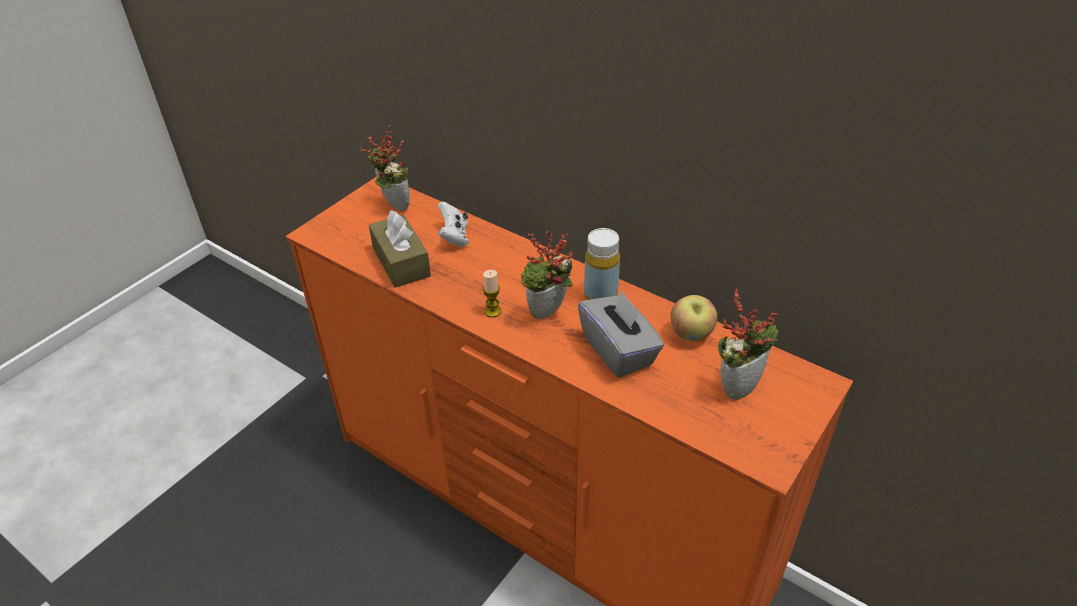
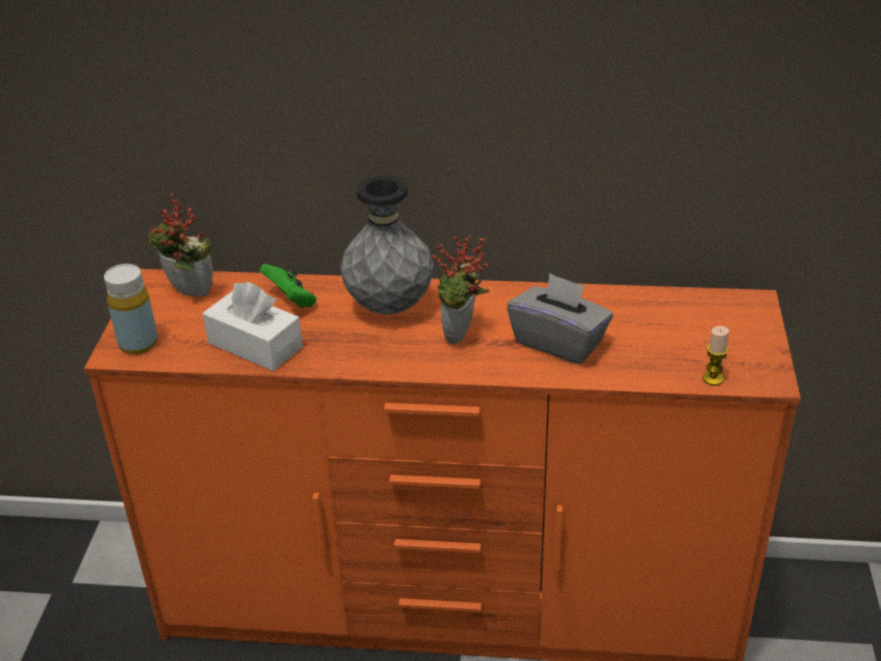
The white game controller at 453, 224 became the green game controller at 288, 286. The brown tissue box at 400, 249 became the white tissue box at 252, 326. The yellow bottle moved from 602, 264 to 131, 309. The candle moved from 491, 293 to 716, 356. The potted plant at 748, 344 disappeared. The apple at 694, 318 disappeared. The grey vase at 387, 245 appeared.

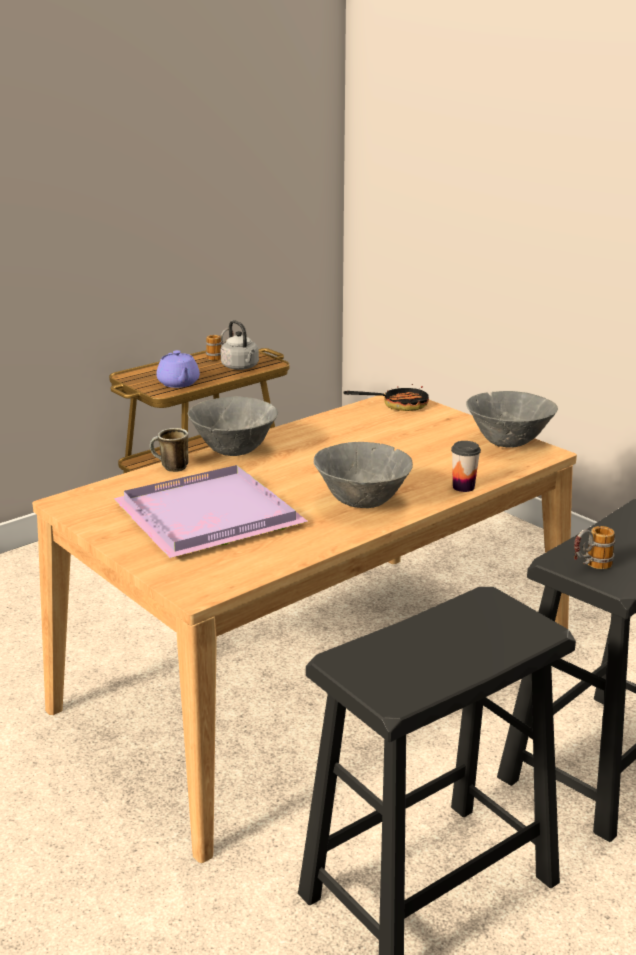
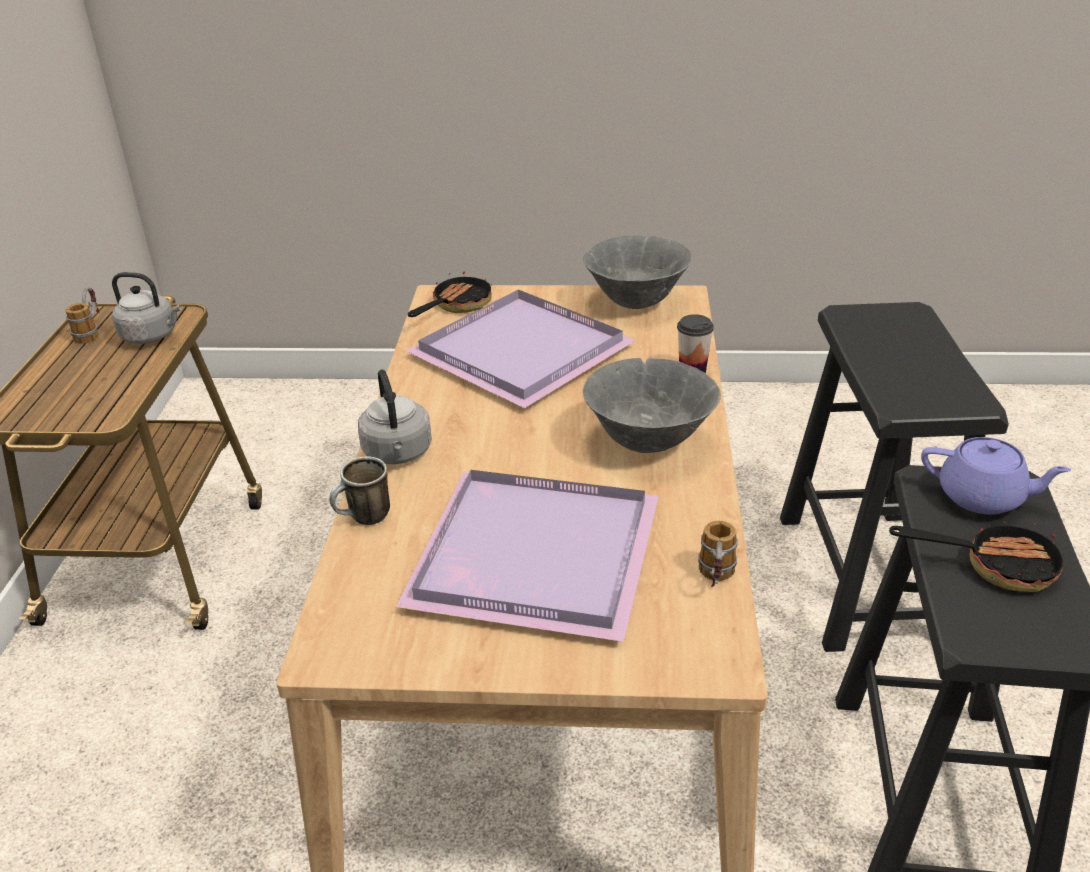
The purple teapot moved from 178, 369 to 996, 475. The grey bowl at 233, 426 was replaced by the grey kettle at 395, 416. The mug moved from 594, 547 to 718, 554. The purple tray at 521, 349 appeared. The frying pan at 976, 556 appeared.

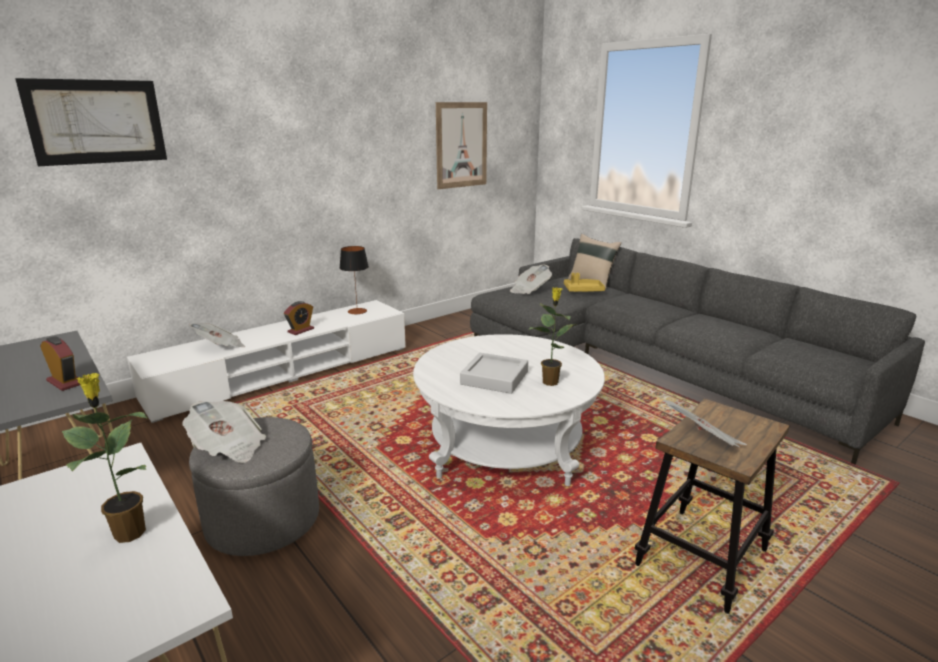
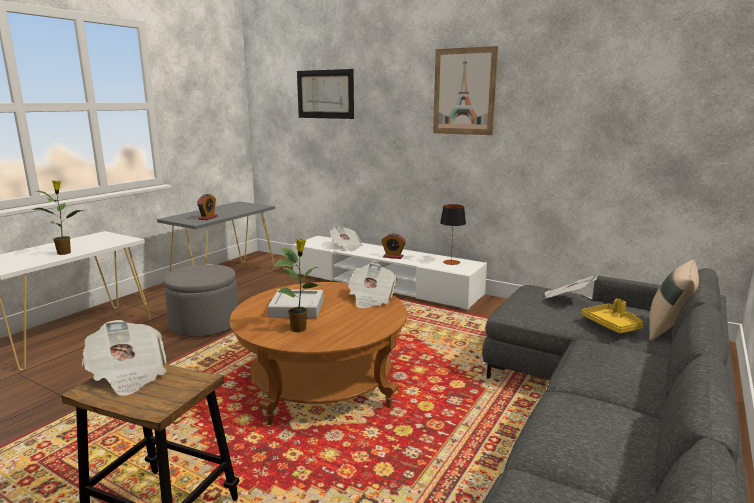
The picture moved from 461, 145 to 465, 90. The white coffee table at 509, 410 became the brown coffee table at 318, 353. The newspaper moved from 224, 432 to 372, 285.

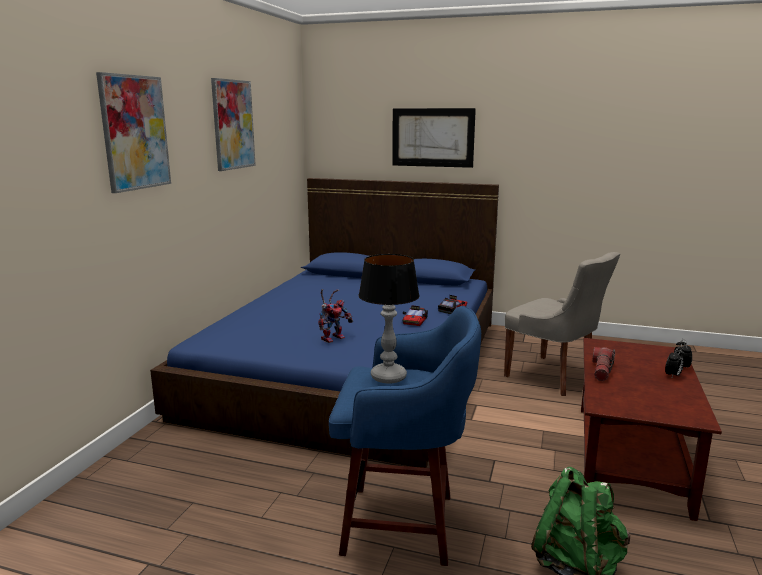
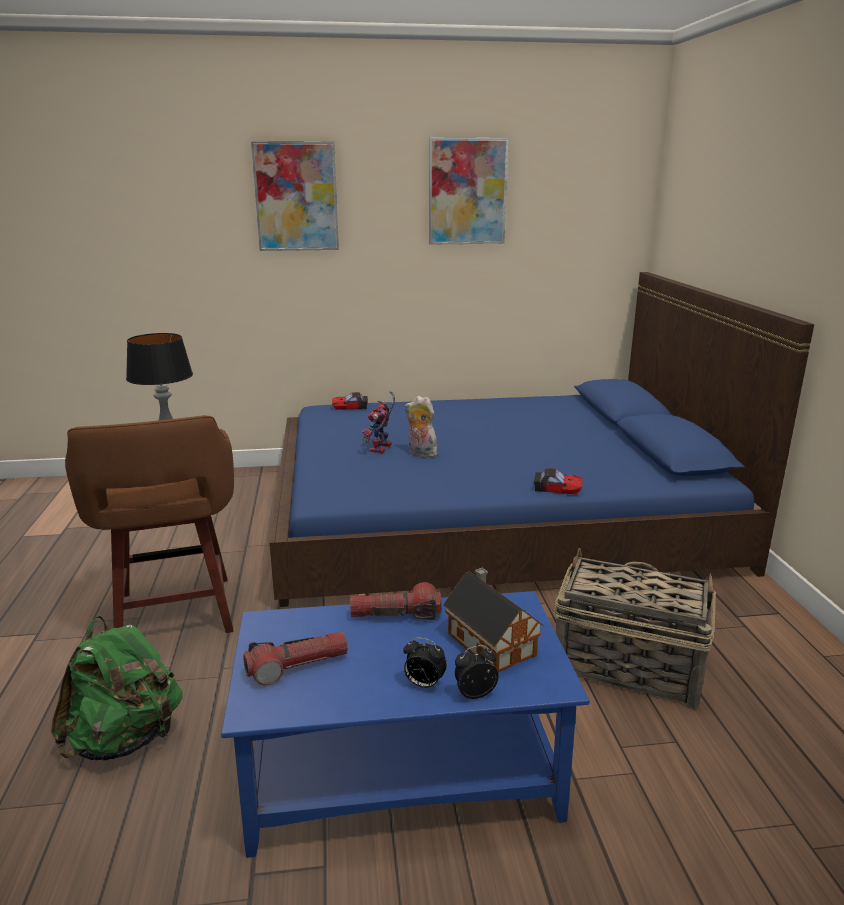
The picture at 434, 138 disappeared. The grey chair at 562, 324 was replaced by the basket at 635, 629. The toy robot at 335, 316 turned 90 degrees clockwise. The toy car moved from 415, 315 to 350, 401. The blue stool at 405, 436 became the brown stool at 149, 524. The brown coffee table at 651, 429 became the blue coffee table at 405, 724. The plush toy at 421, 427 appeared. The toy house at 493, 621 appeared. The flashlight at 295, 658 appeared.

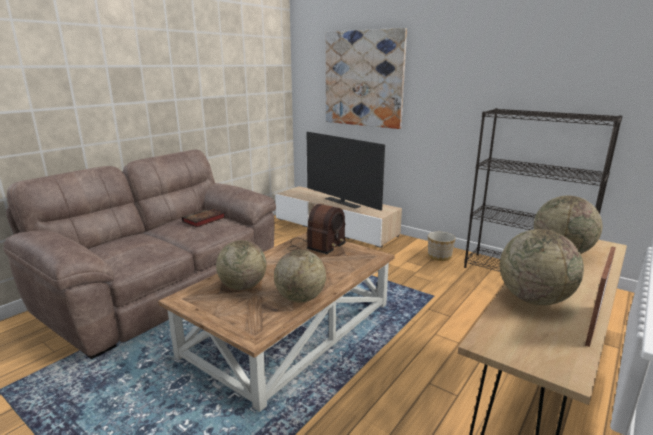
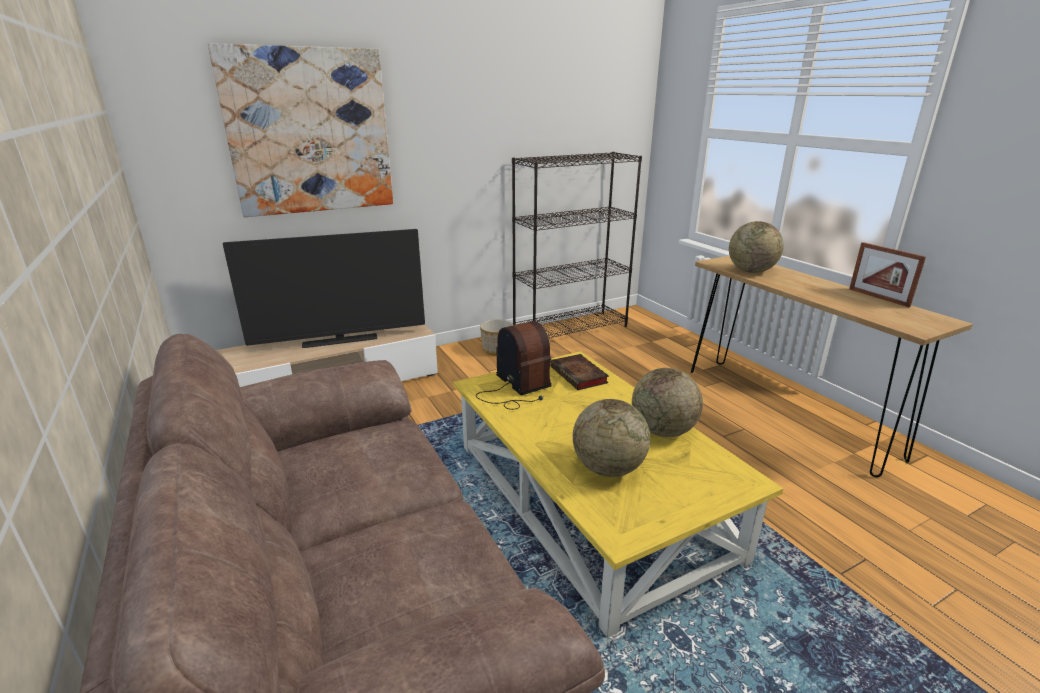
The book moved from 204, 218 to 579, 372. The globe at 542, 267 disappeared. The brown coffee table at 276, 322 became the yellow coffee table at 618, 494.

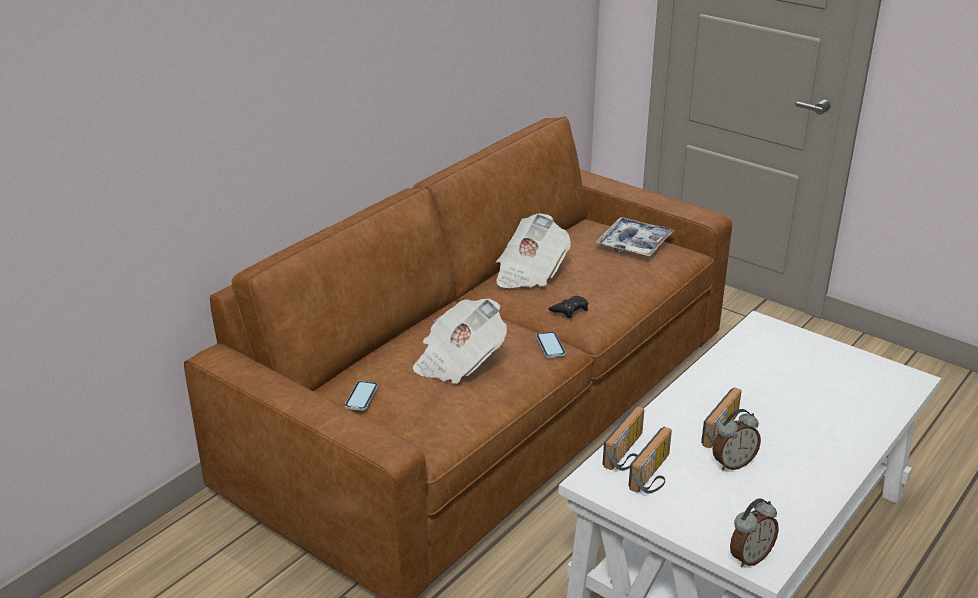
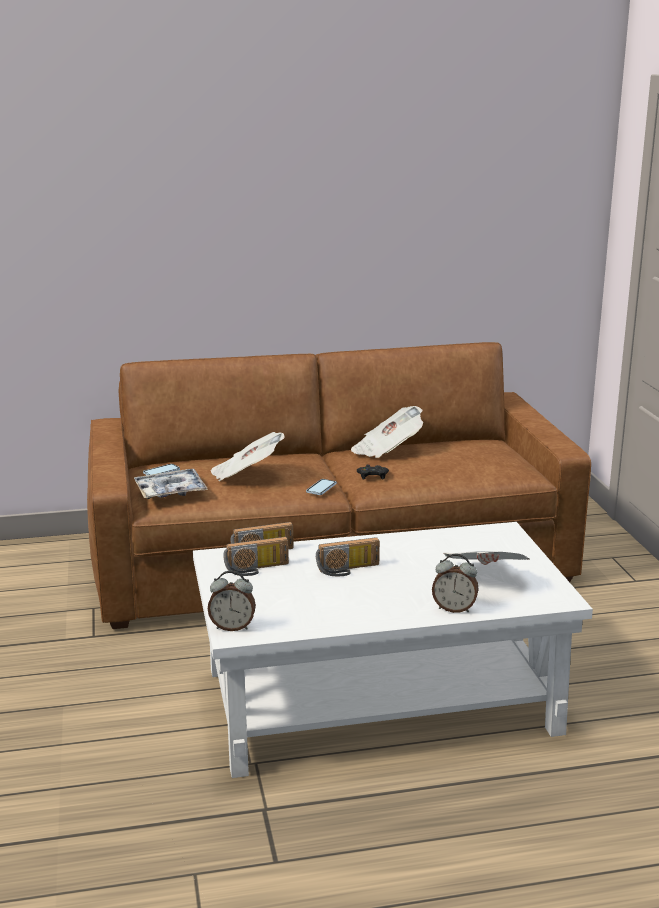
The tray moved from 635, 236 to 171, 484. The alarm clock moved from 736, 439 to 455, 583. The newspaper at 486, 558 appeared.

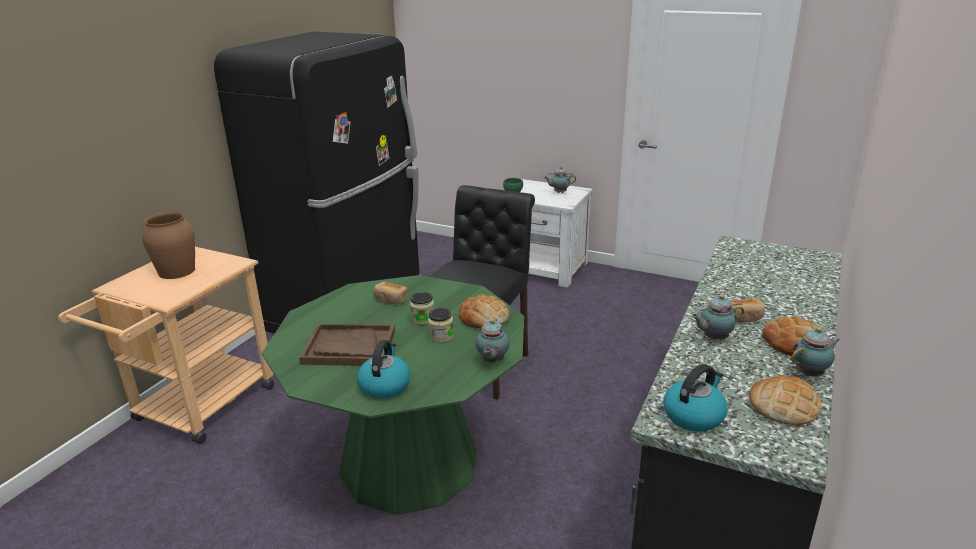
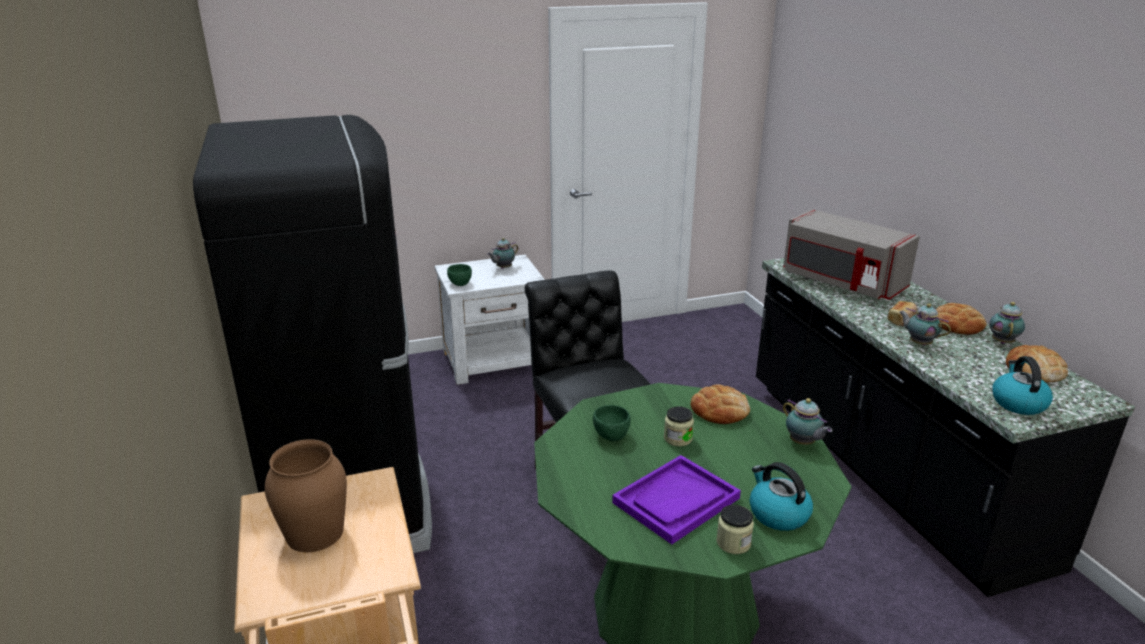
The bread at 390, 293 was replaced by the green bowl at 612, 423. The teapot at 717, 317 turned 105 degrees clockwise. The jar moved from 441, 325 to 735, 529. The brown tray at 347, 345 became the purple tray at 676, 499. The grey microwave at 851, 254 appeared.

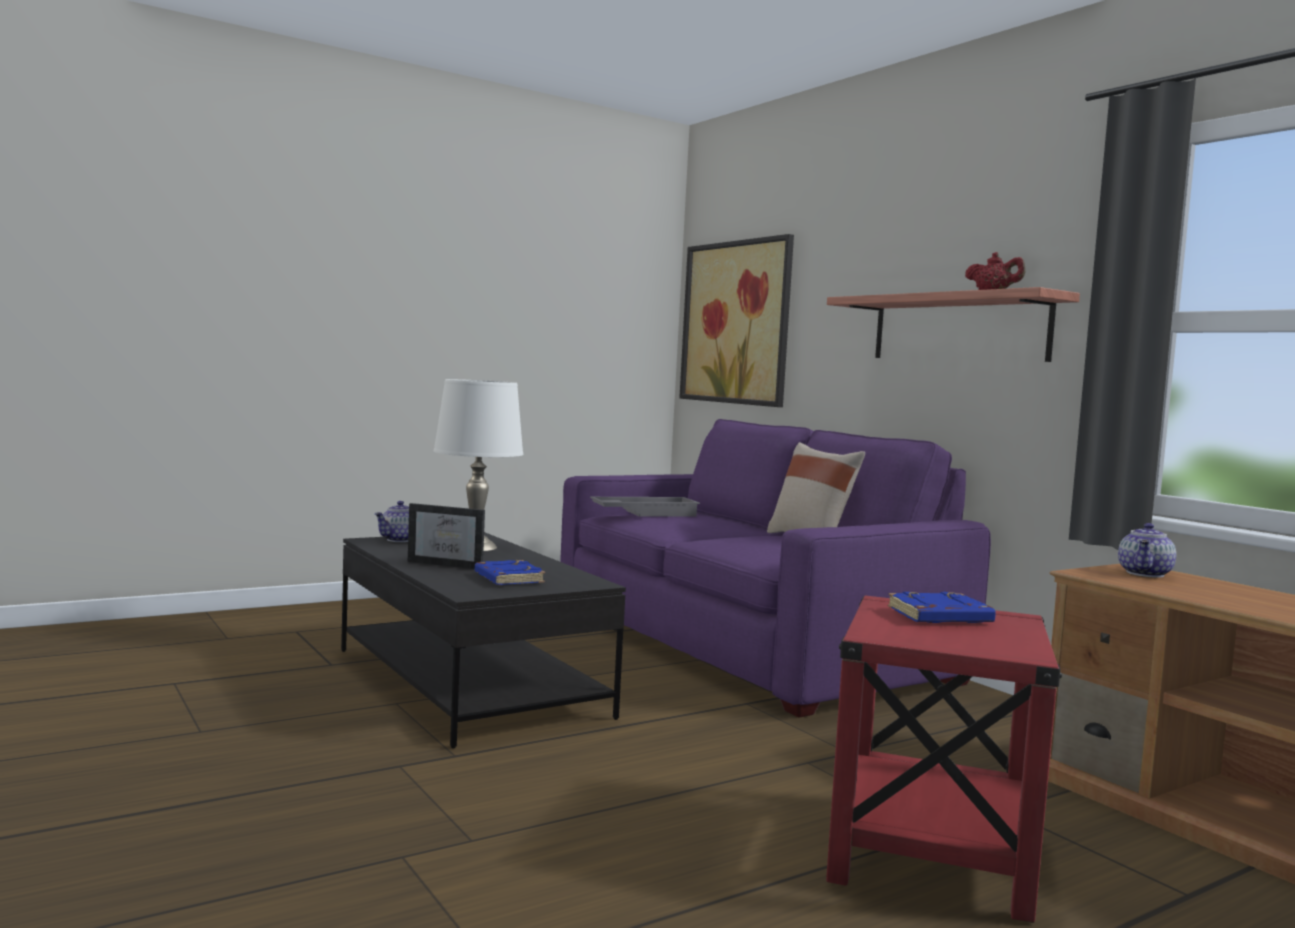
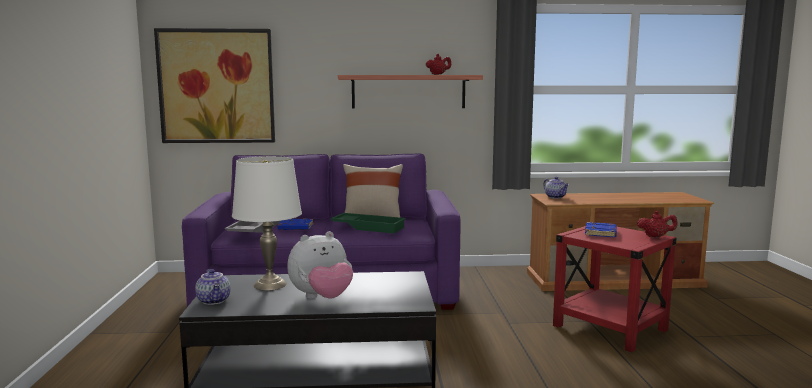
The picture frame at 446, 536 was replaced by the plush toy at 320, 265. The blue book moved from 510, 572 to 295, 224. The red teapot at 657, 224 appeared. The green tray at 368, 223 appeared.

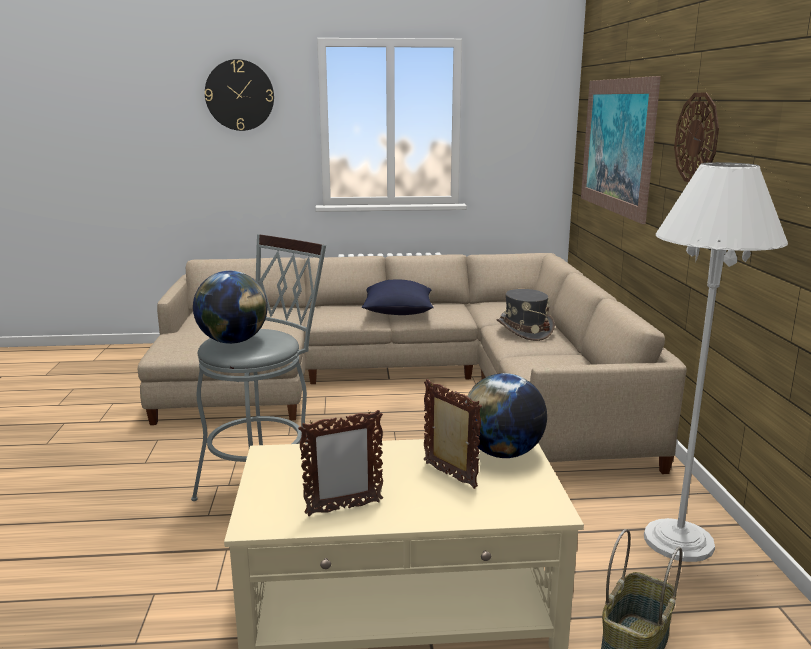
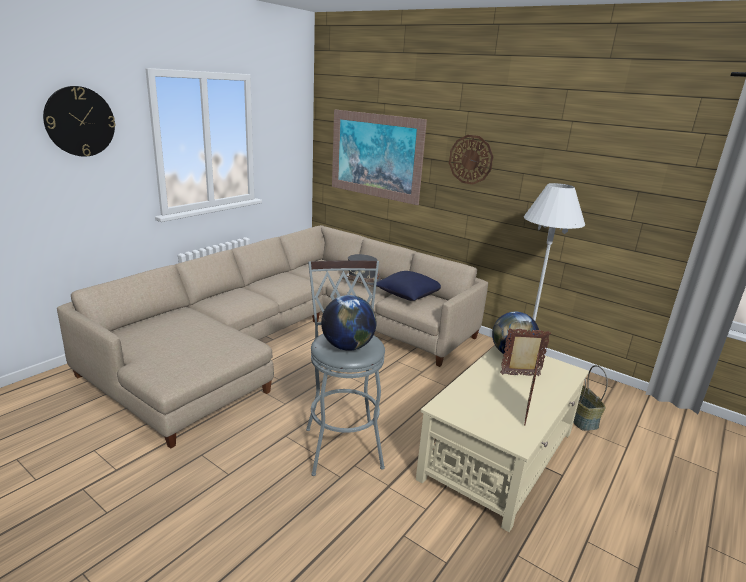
The blue pillow moved from 398, 297 to 408, 286.

